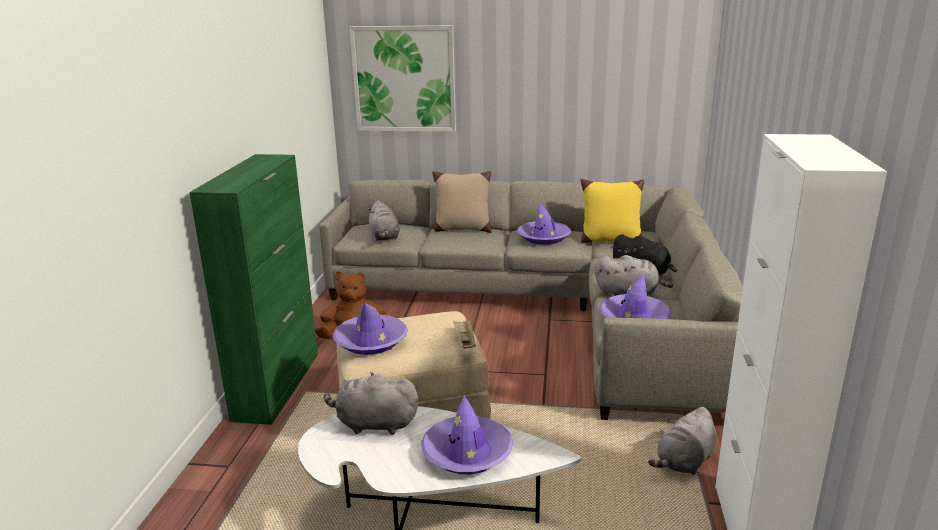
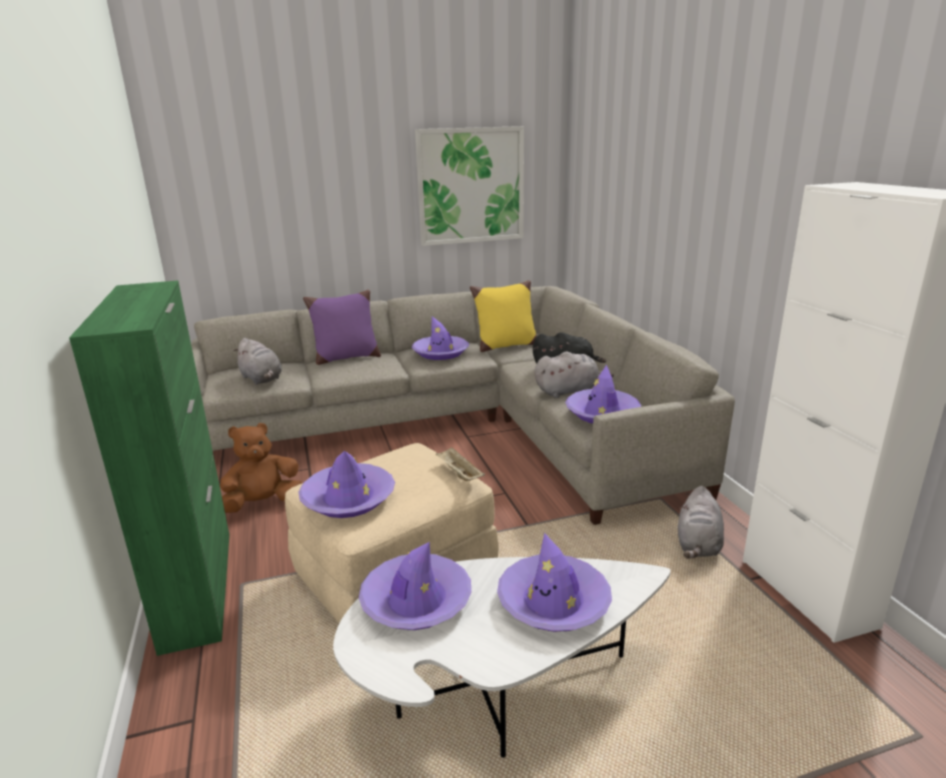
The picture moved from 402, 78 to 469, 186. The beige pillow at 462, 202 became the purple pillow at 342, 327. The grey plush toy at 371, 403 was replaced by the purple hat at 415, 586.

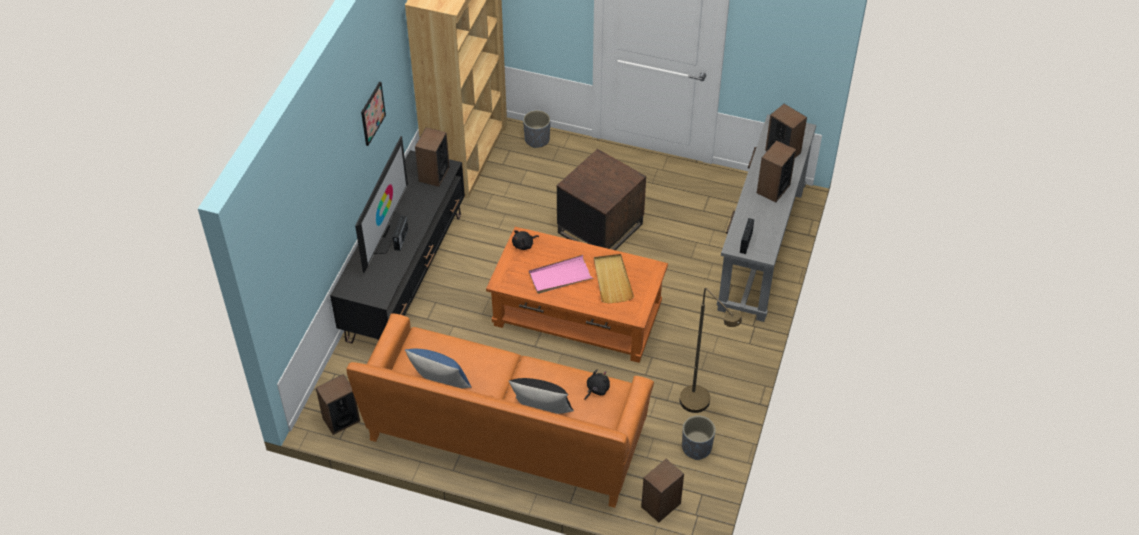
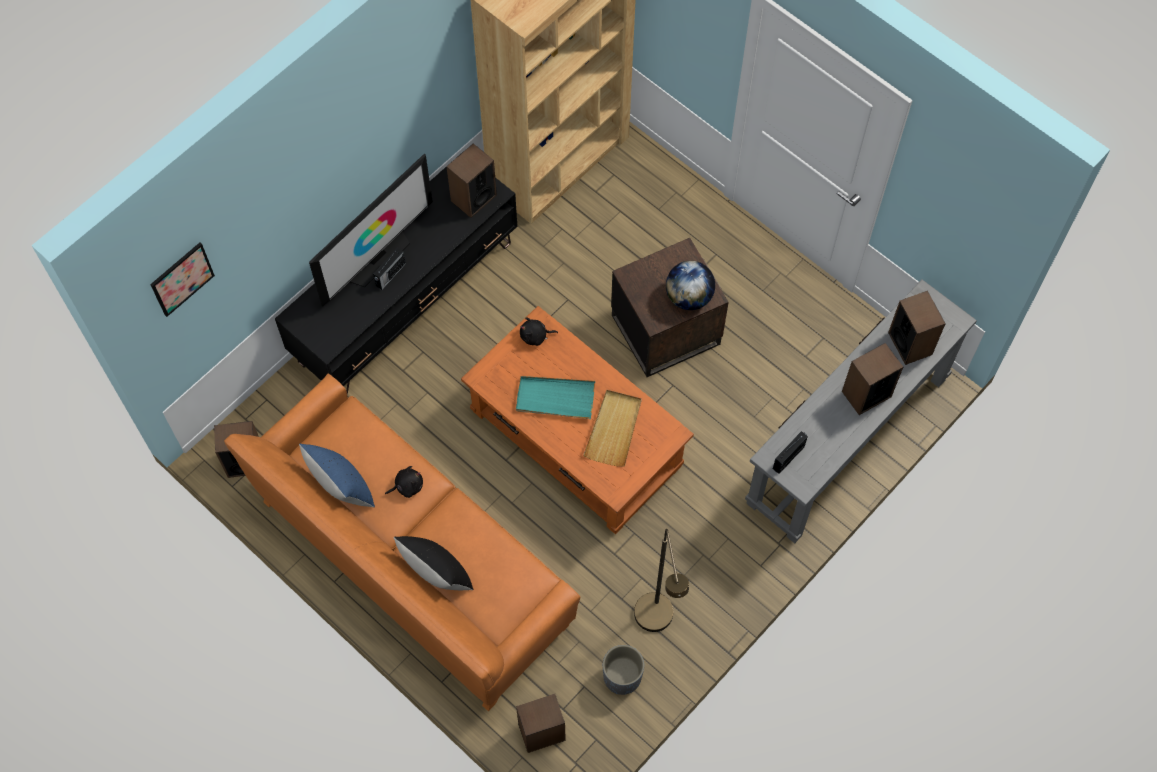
The picture moved from 373, 114 to 182, 280. The grey planter at 536, 129 disappeared. The pink tray at 561, 274 became the turquoise tray at 555, 397. The black plush toy moved from 597, 384 to 404, 482. The globe at 690, 285 appeared.

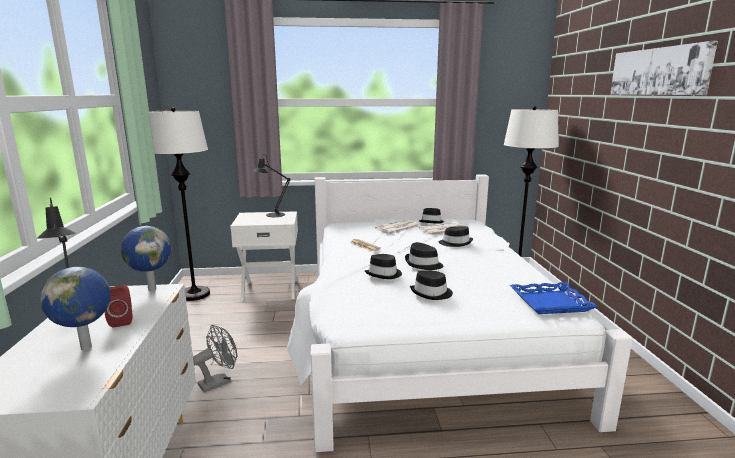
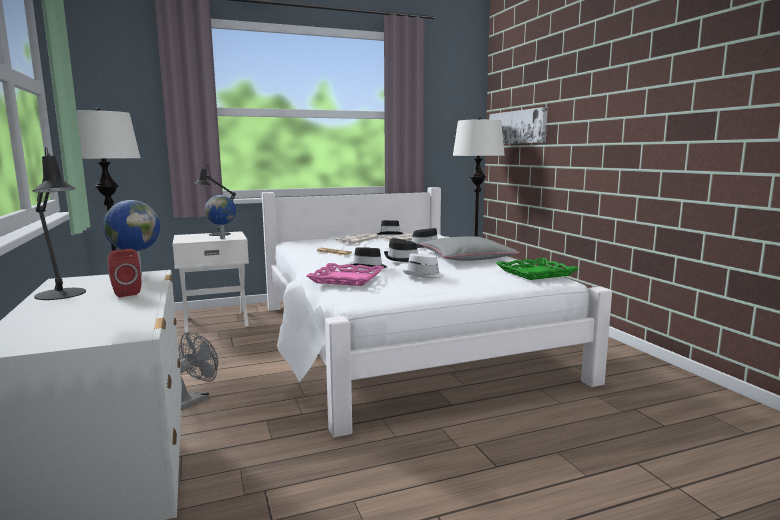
The picture moved from 664, 68 to 518, 125. The globe moved from 75, 309 to 220, 217. The black hat at 431, 285 became the white hat at 424, 266. The blue tray at 554, 298 became the green tray at 537, 269. The grey pillow at 469, 248 appeared. The pink tray at 345, 274 appeared.

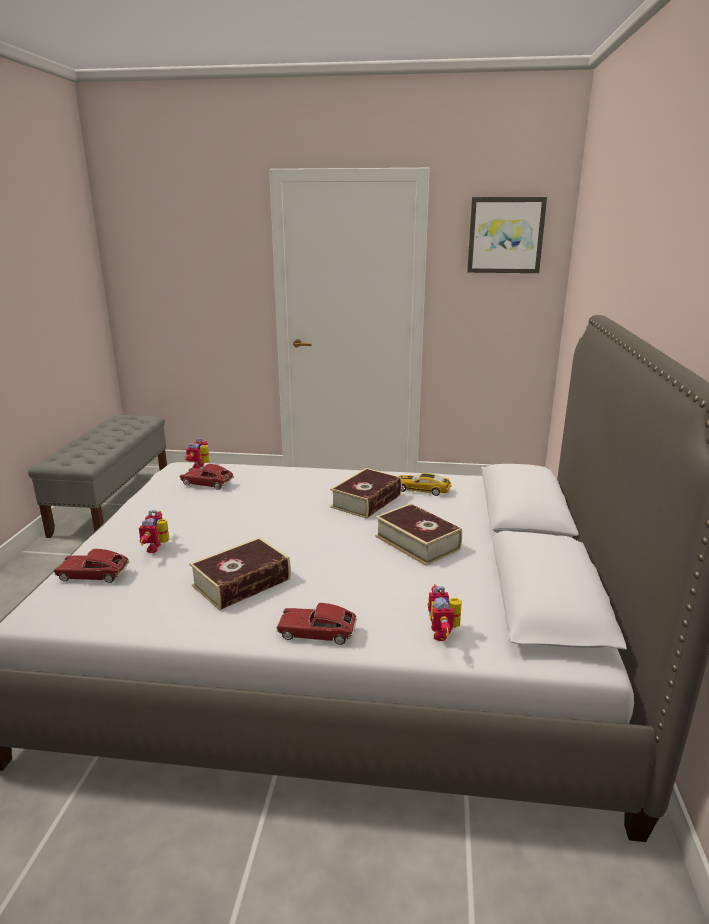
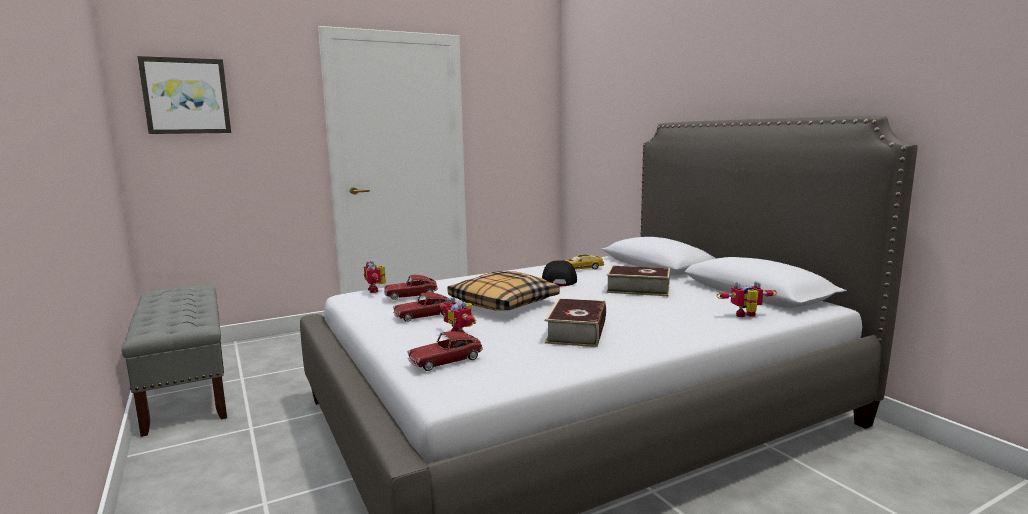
The picture moved from 507, 235 to 184, 95. The book at 366, 493 was replaced by the cap at 559, 273. The toy robot at 445, 612 turned 120 degrees clockwise. The toy car moved from 316, 624 to 422, 307. The pillow at 504, 290 appeared.

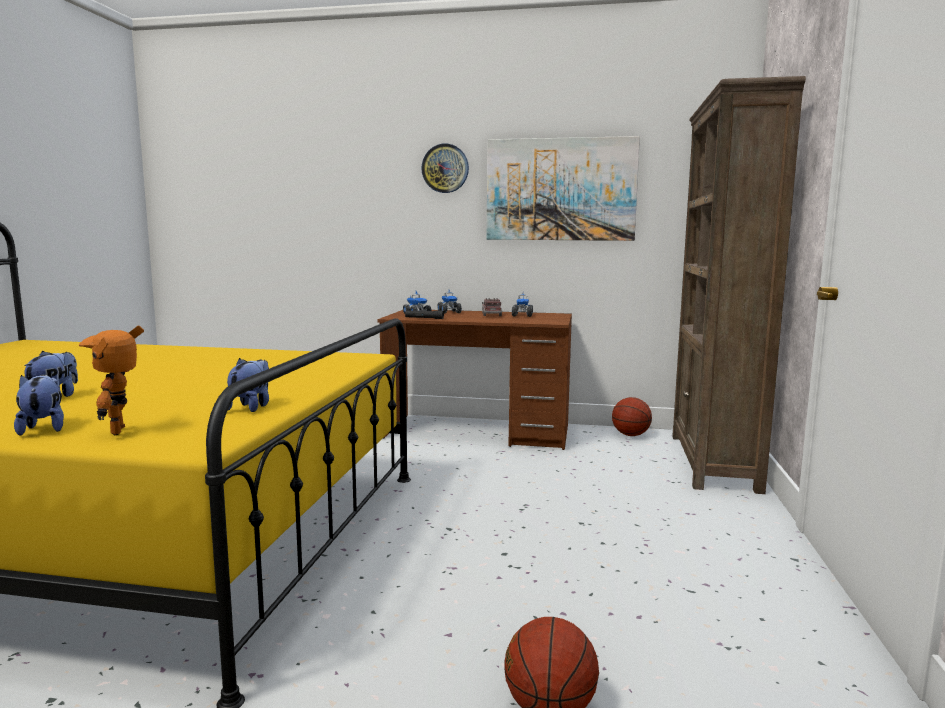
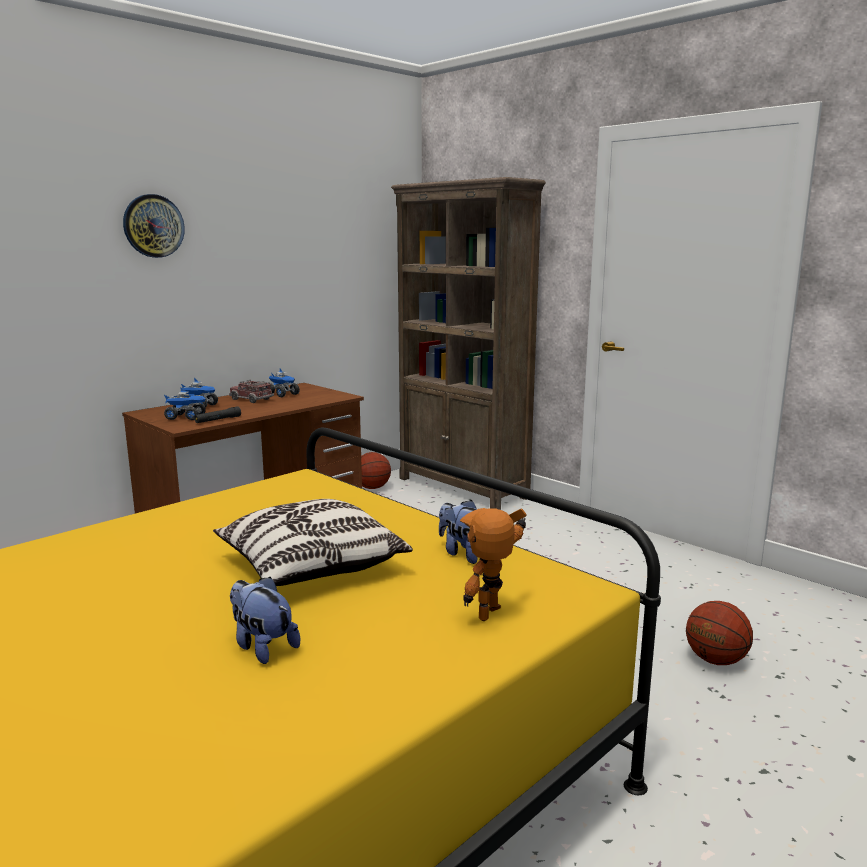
The picture at 563, 188 disappeared. The toy robot at 111, 380 turned 105 degrees clockwise. The plush toy at 39, 404 disappeared. The pillow at 313, 542 appeared.

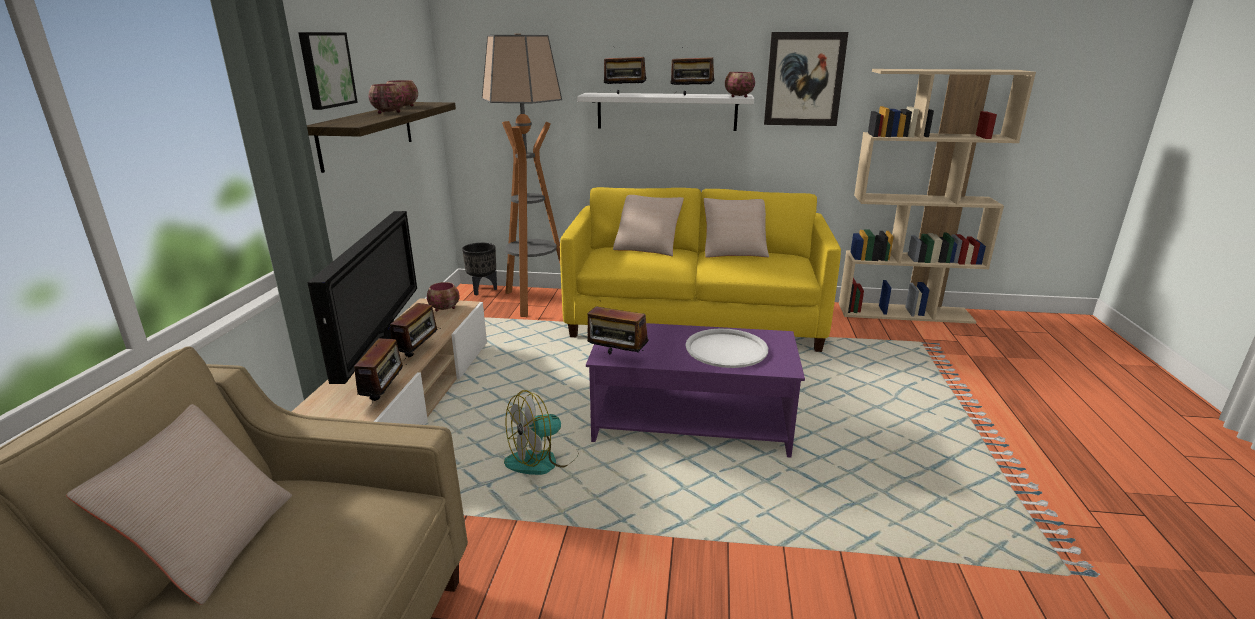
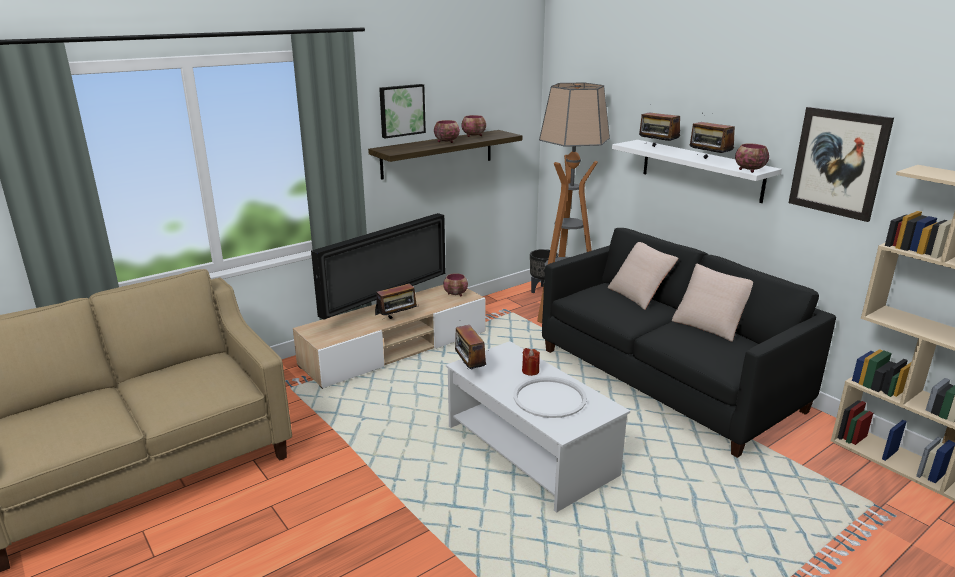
The yellow sofa at 700, 269 became the black sofa at 689, 343. The purple coffee table at 695, 390 became the white coffee table at 538, 427. The radio at 380, 370 disappeared. The fan at 540, 432 disappeared. The beige pillow at 179, 504 disappeared. The red candle at 531, 362 appeared.

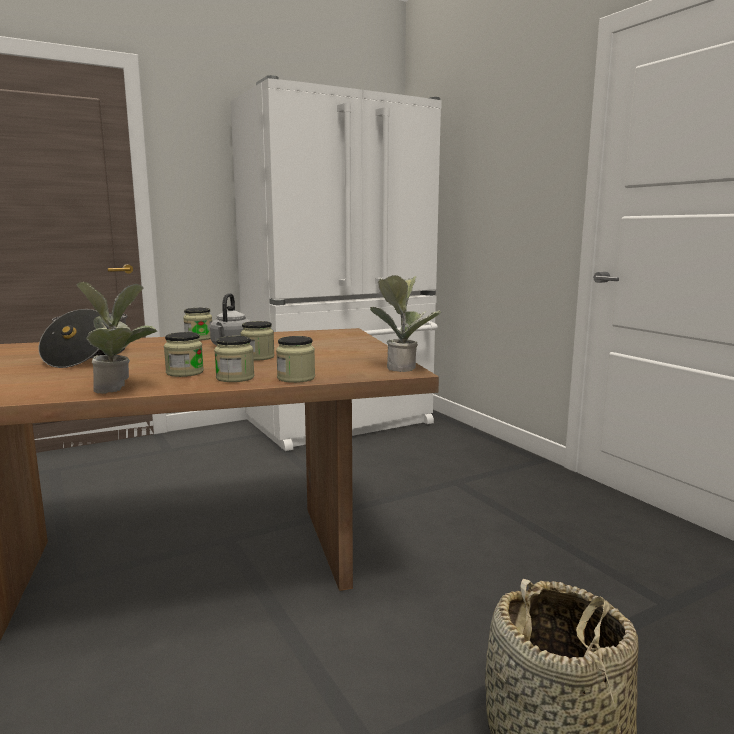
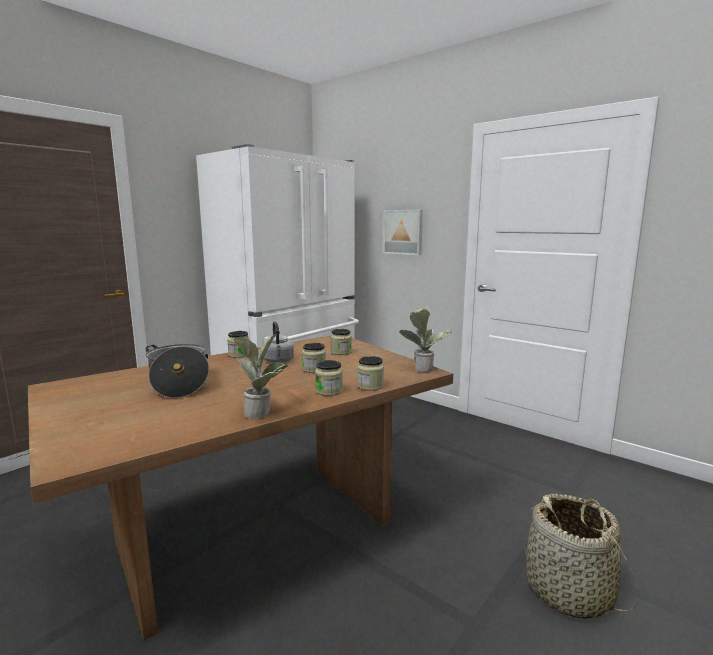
The jar moved from 184, 354 to 341, 342. The picture at 403, 232 appeared.

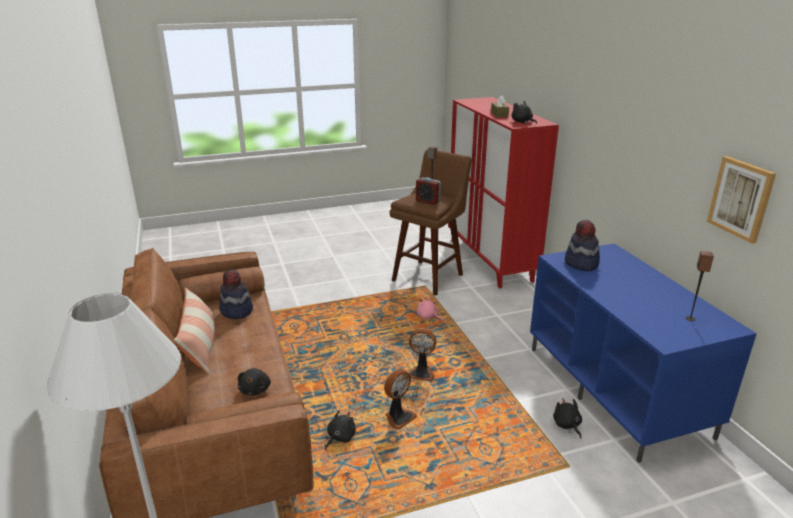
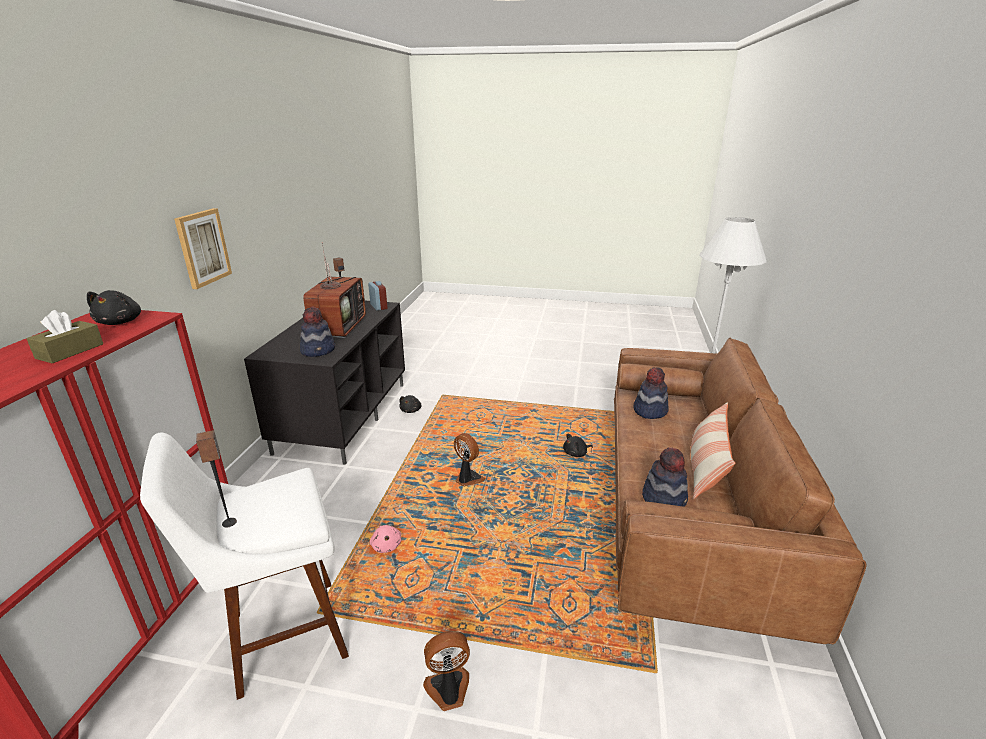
The brown stool at 431, 222 became the white stool at 244, 566. The picture moved from 741, 200 to 203, 248. The alarm clock moved from 428, 191 to 377, 296. The blue tv stand at 643, 353 became the black tv stand at 324, 383. The black plush toy at 254, 381 was replaced by the hat at 650, 393. The fan moved from 400, 399 to 446, 671. The television at 334, 290 appeared.

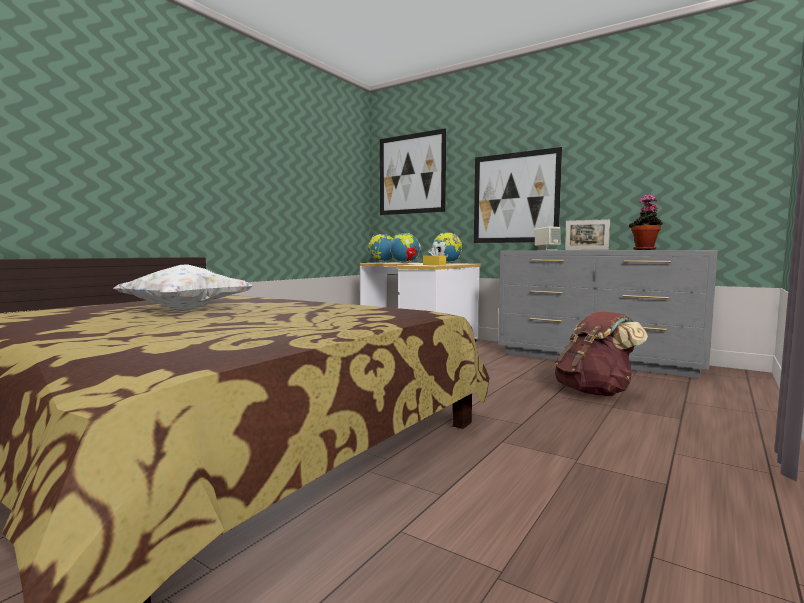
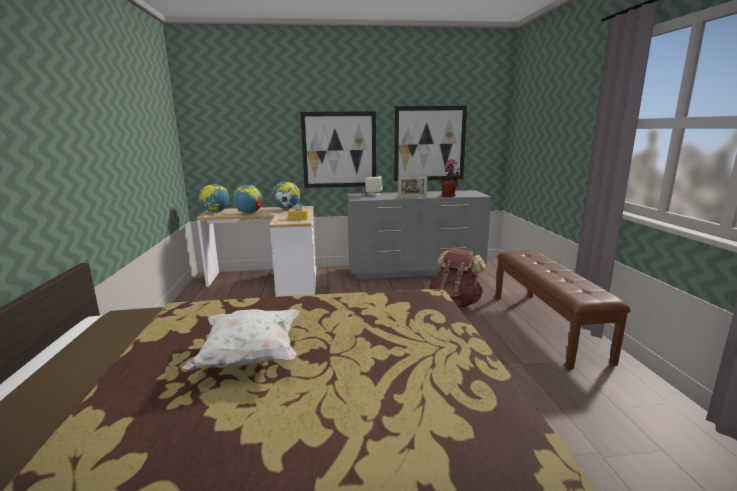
The picture moved from 413, 171 to 430, 143. The brown bench at 562, 310 appeared.

